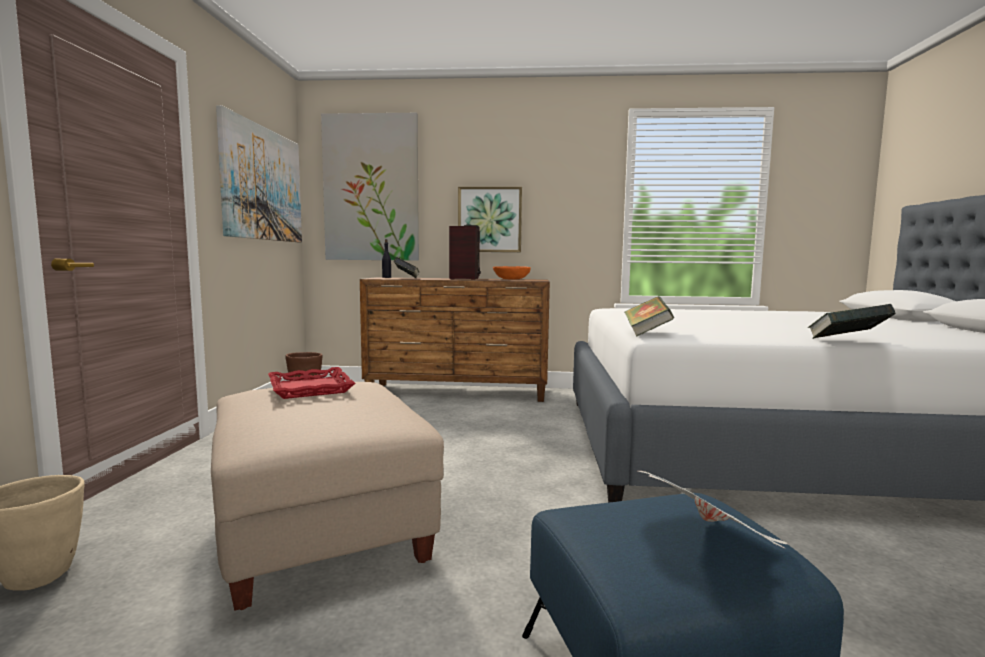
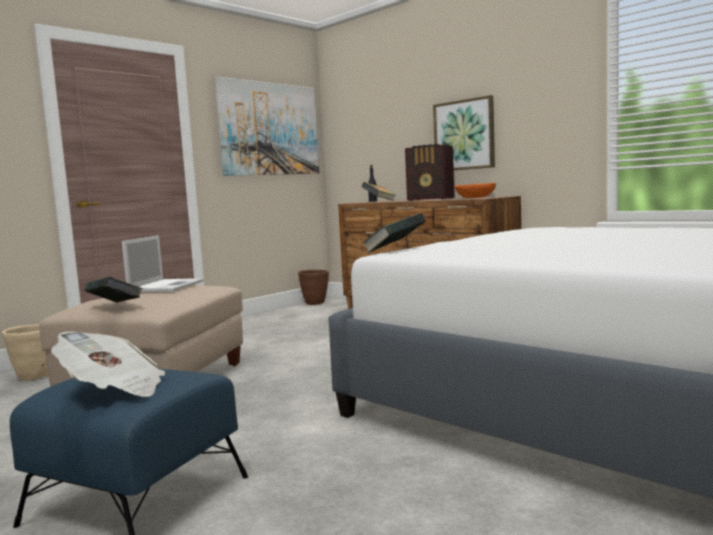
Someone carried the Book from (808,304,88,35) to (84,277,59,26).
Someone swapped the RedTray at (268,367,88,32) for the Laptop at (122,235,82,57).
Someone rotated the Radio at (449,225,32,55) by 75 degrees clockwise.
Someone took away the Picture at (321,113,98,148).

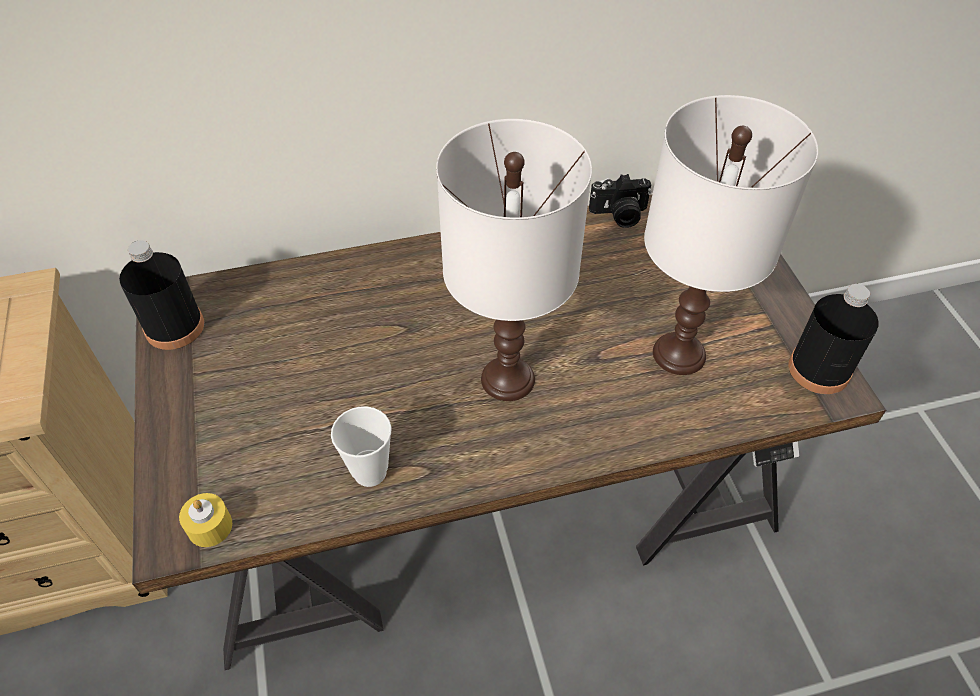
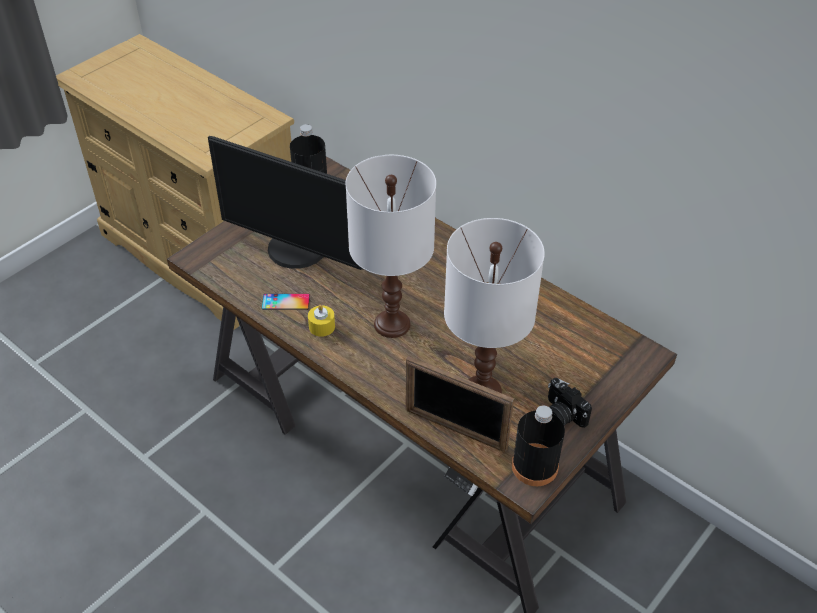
Someone put down the Monitor at (208,136,156,134).
Someone swapped the Cup at (331,406,60,81) for the Phone at (262,294,48,16).
Someone carried the YellowCandle from (179,493,53,54) to (308,305,27,32).
Someone put down the PictureFrame at (406,356,108,96).
Someone carried the PhotoCamera from (589,174,63,54) to (548,378,44,50).

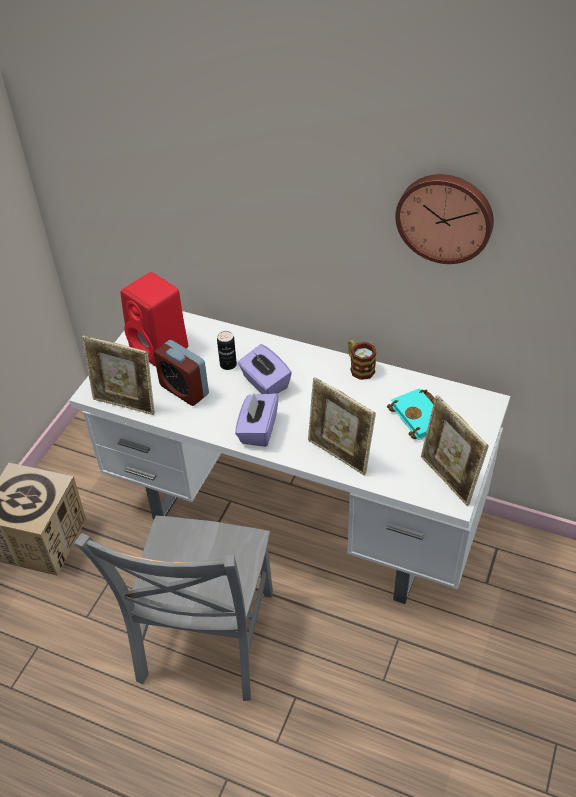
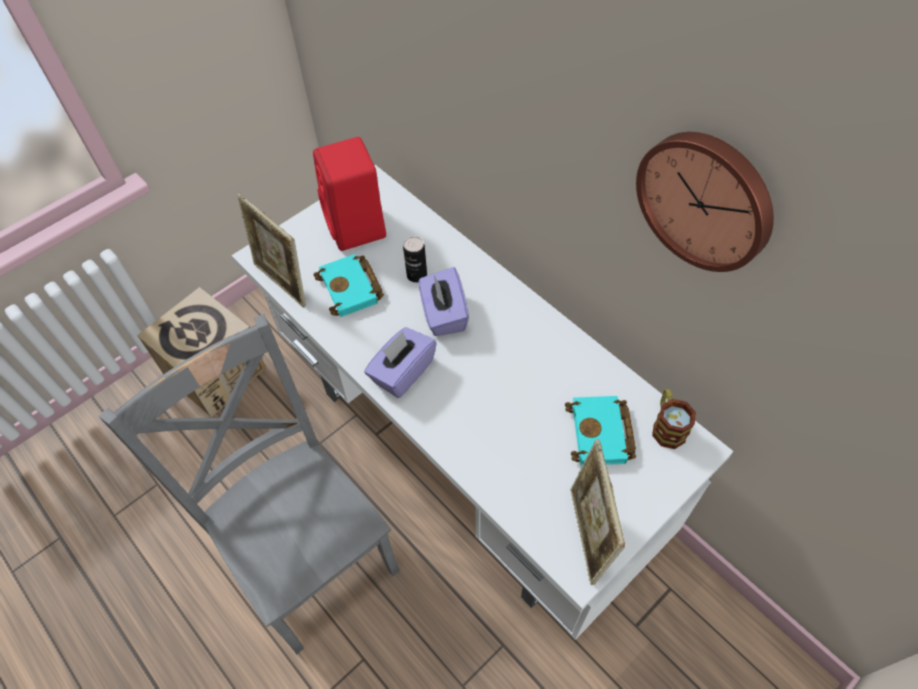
Someone rotated the GreyChair at (74,516,199,185) by 105 degrees clockwise.
Someone swapped the AlarmClock at (154,340,55,66) for the TurquoiseBook at (313,254,71,63).
Someone carried the Mug from (348,340,29,40) to (652,389,44,60).
Someone took away the PictureFrame at (308,377,68,99).

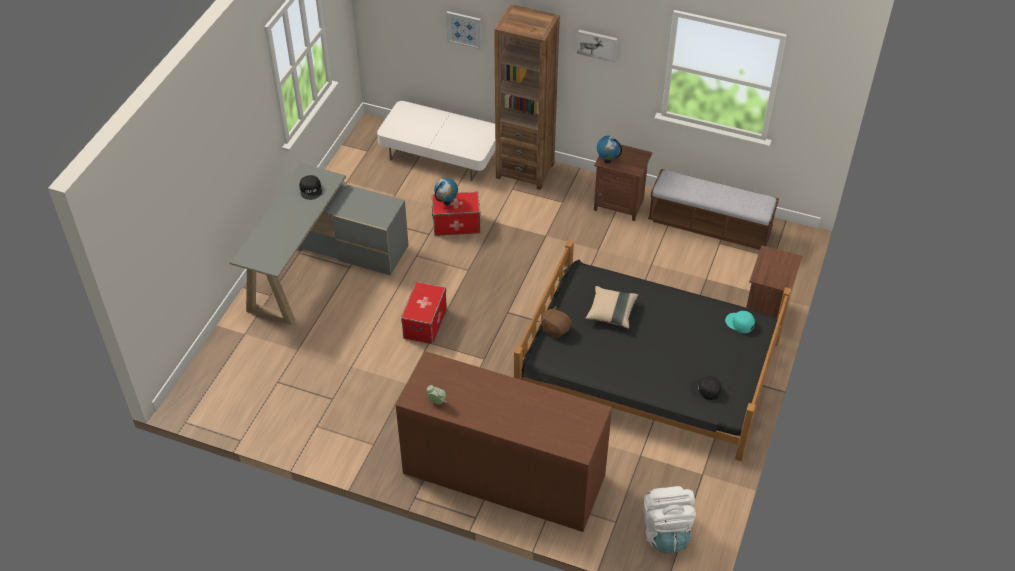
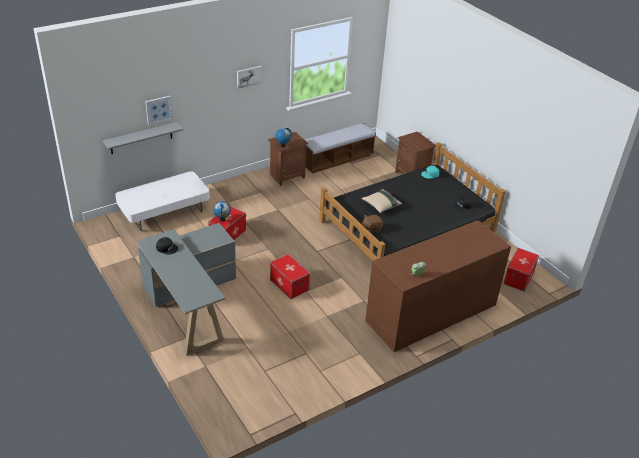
Someone put up the GreyShelf at (103,122,80,32).
Someone swapped the WhiteBackpack at (644,486,52,67) for the StorageBox at (503,248,36,43).
Someone took away the BrownBookcase at (494,4,66,186).

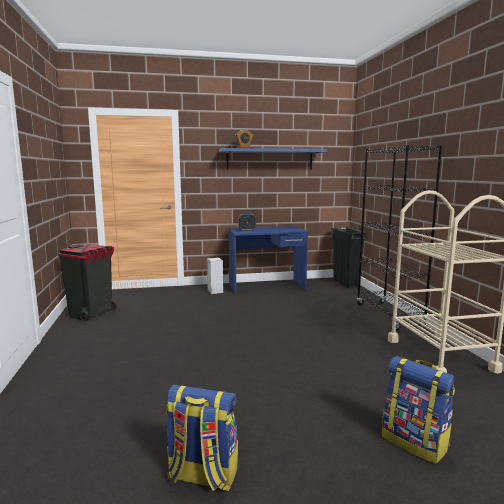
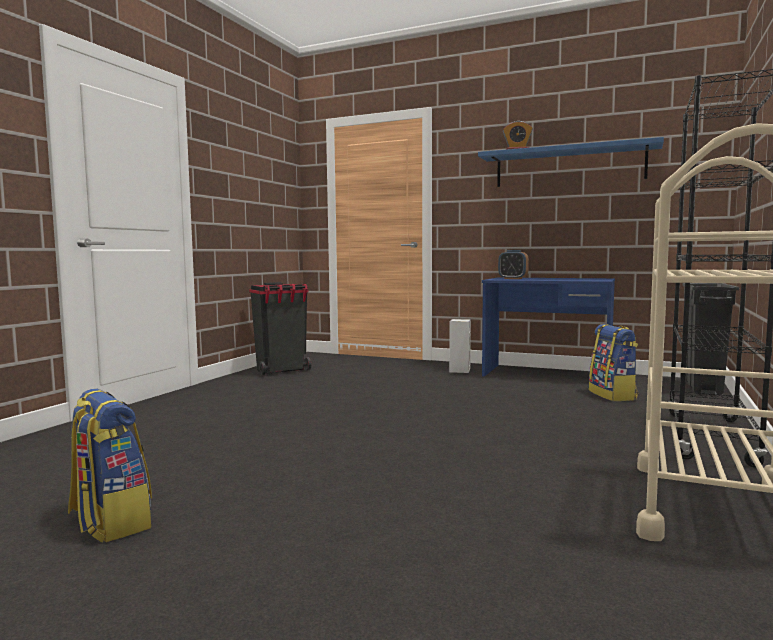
Someone carried the Backpack from (382,356,73,108) to (589,324,49,77).

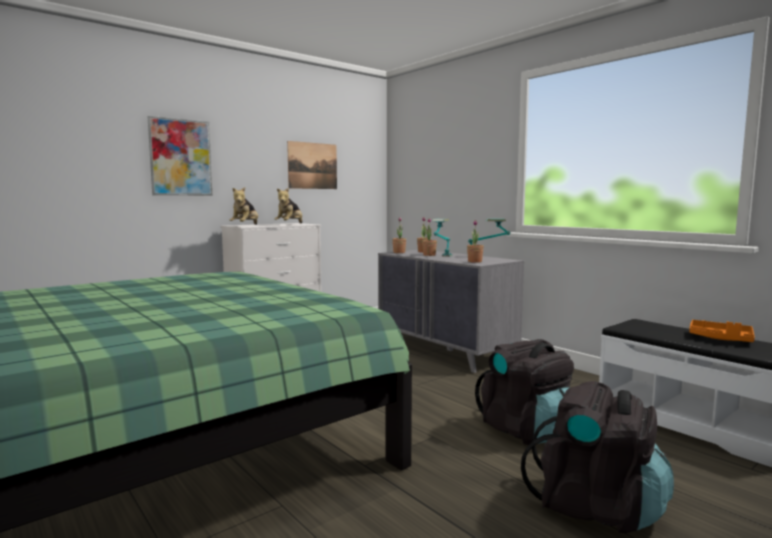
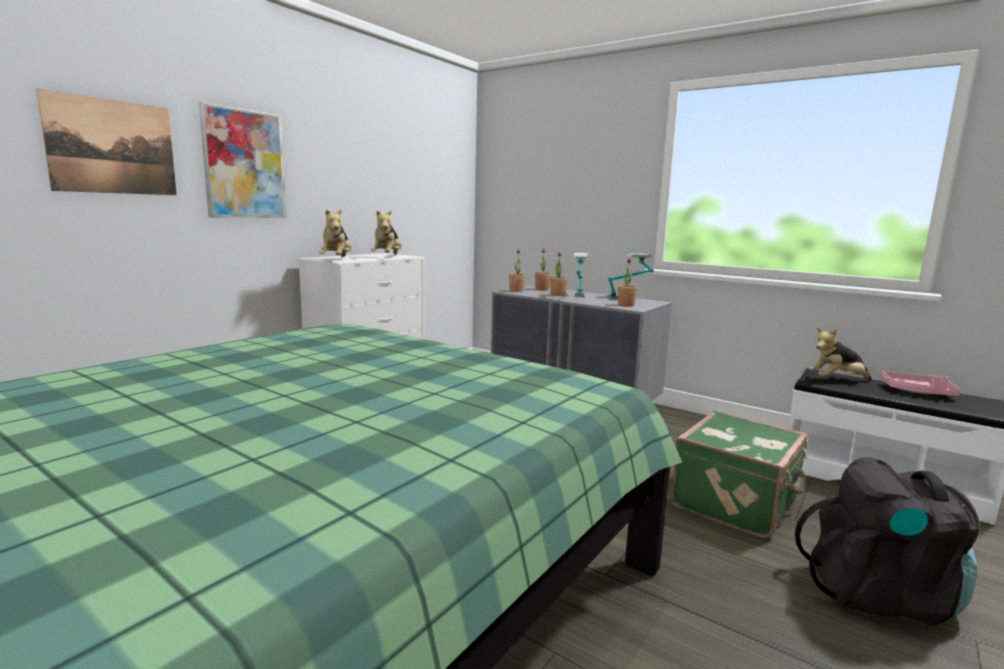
Someone carried the Picture from (287,141,50,48) to (36,89,141,106).
Someone swapped the BlackBackpack at (475,339,99,106) for the GreenSuitcase at (671,410,137,128).
Someone put down the PlushToy at (809,328,62,52).
Someone repainted the OrangeTray at (689,320,66,22), which became the PinkTray at (880,371,80,25).

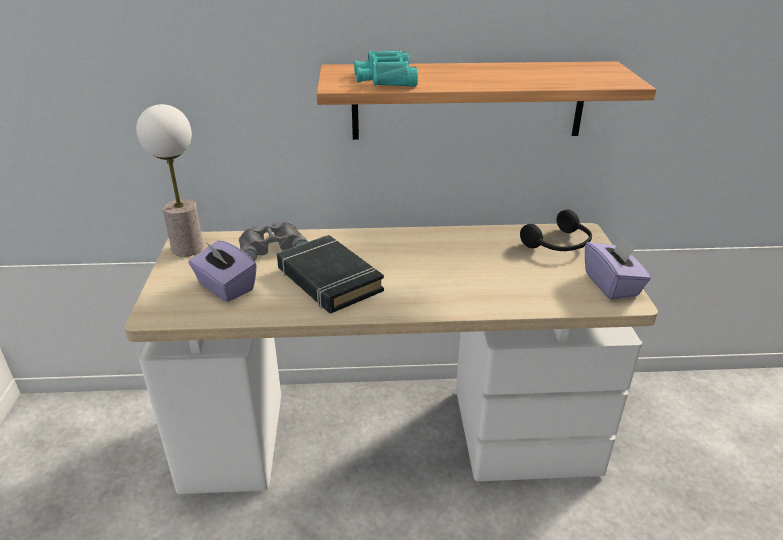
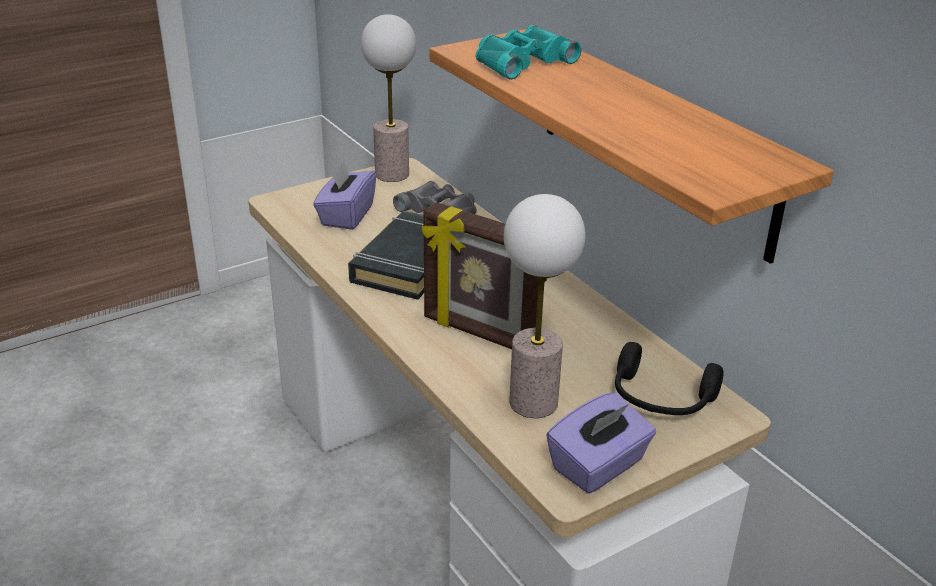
Someone put down the PictureFrame at (422,202,116,147).
Someone put down the TableLamp at (504,194,81,224).

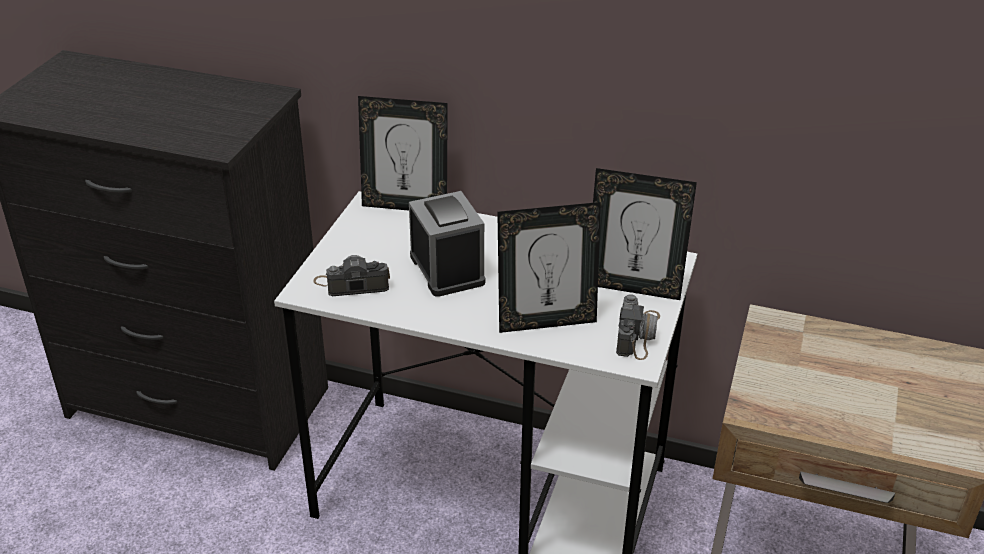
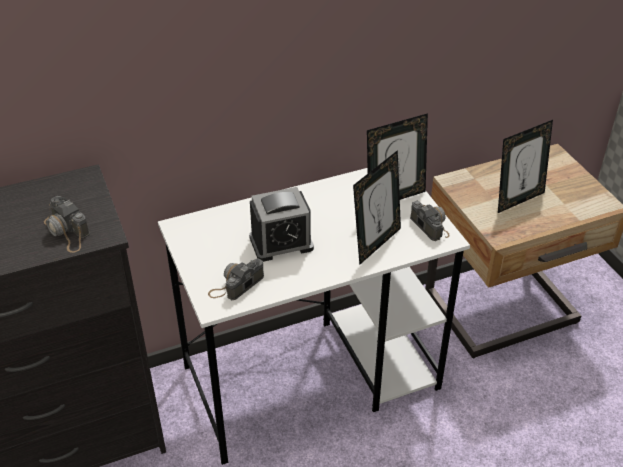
Someone put down the PhotoCamera at (44,196,46,57).
Someone rotated the AlarmClock at (409,191,76,106) by 135 degrees clockwise.
Someone carried the PictureFrame from (358,96,90,115) to (498,120,55,93).

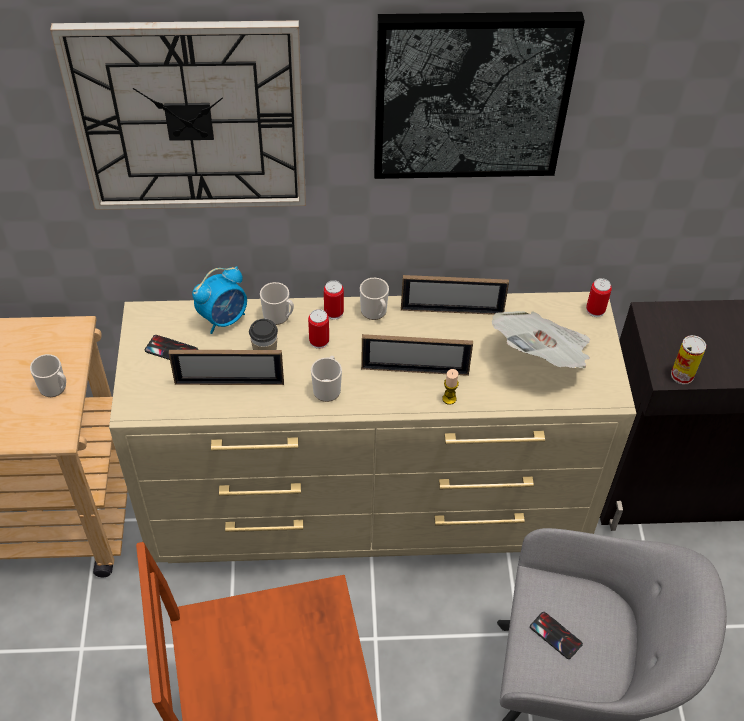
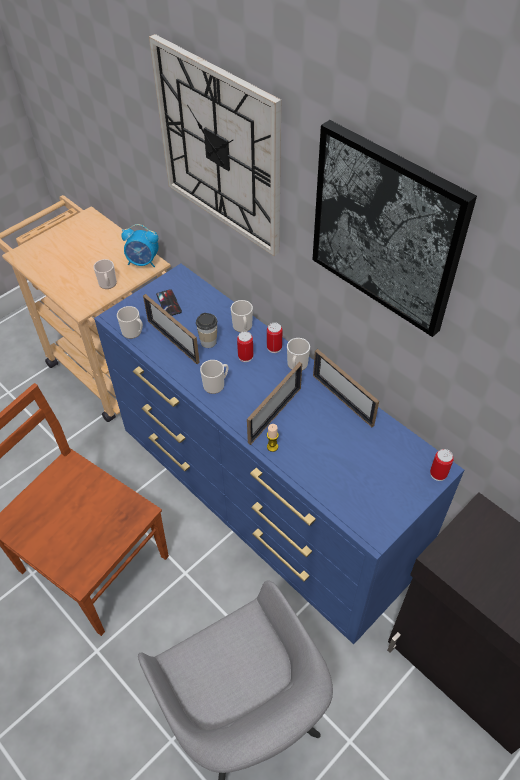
Someone repainted the BeigeDresser at (109,292,527,271), which became the BlueDresser at (94,263,370,381).
Someone put down the Mug at (117,306,26,33).
Someone carried the AlarmClock from (192,266,55,68) to (121,224,38,43).
Someone rotated the PictureFrame at (361,334,112,42) by 105 degrees counterclockwise.
Someone took away the Newspaper at (492,311,98,57).
Someone took away the Phone at (530,612,53,47).
Someone took away the Can at (671,335,35,50).

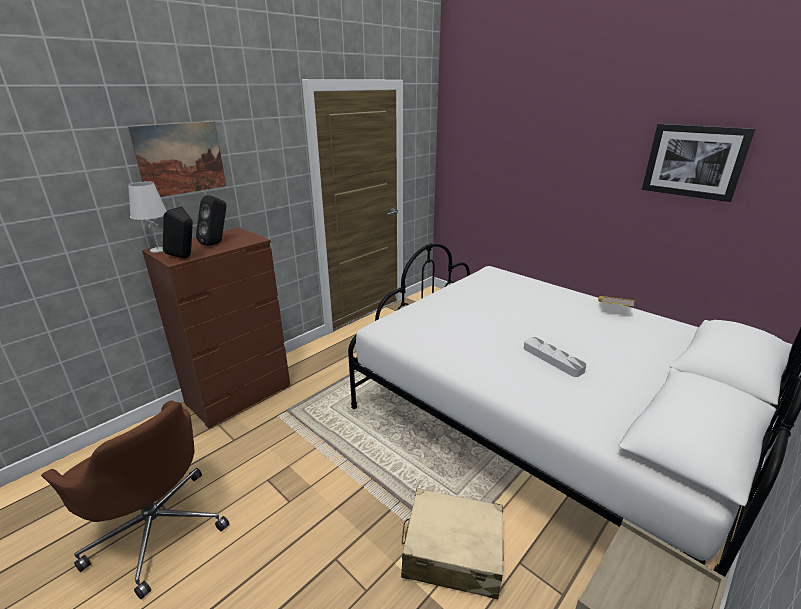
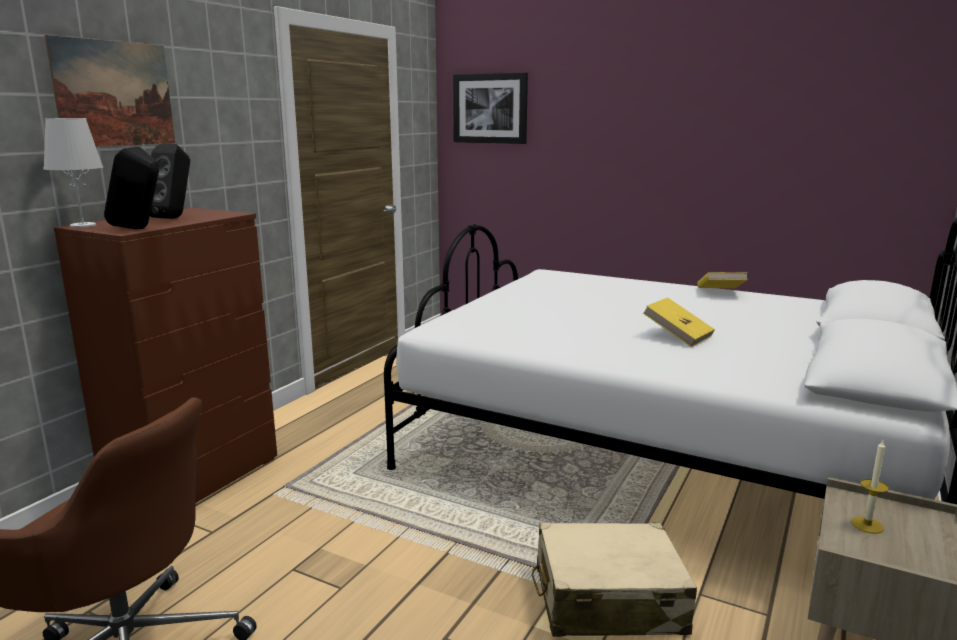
Someone carried the Picture from (642,124,113,78) to (453,72,75,72).
Someone swapped the GreyTray at (524,337,63,40) for the YellowBook at (643,297,72,50).
Someone put down the Candle at (851,440,38,94).

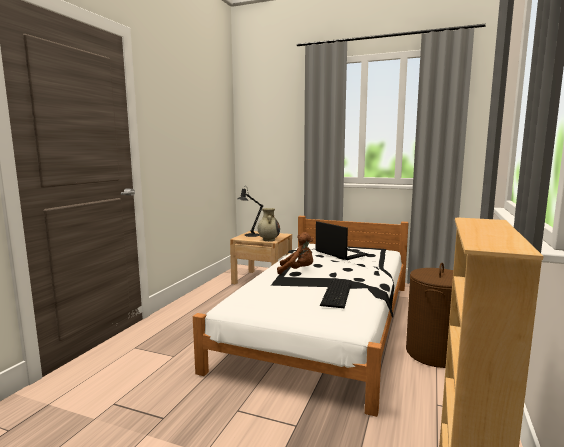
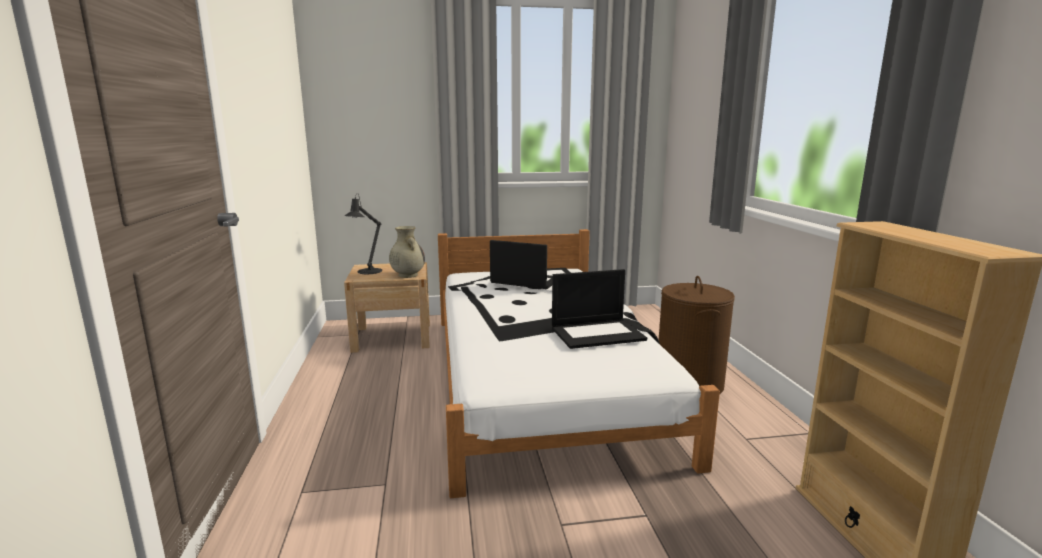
Someone swapped the Keyboard at (320,279,32,29) for the Laptop at (552,269,95,80).
Someone took away the BrownPlushToy at (277,232,36,42).

